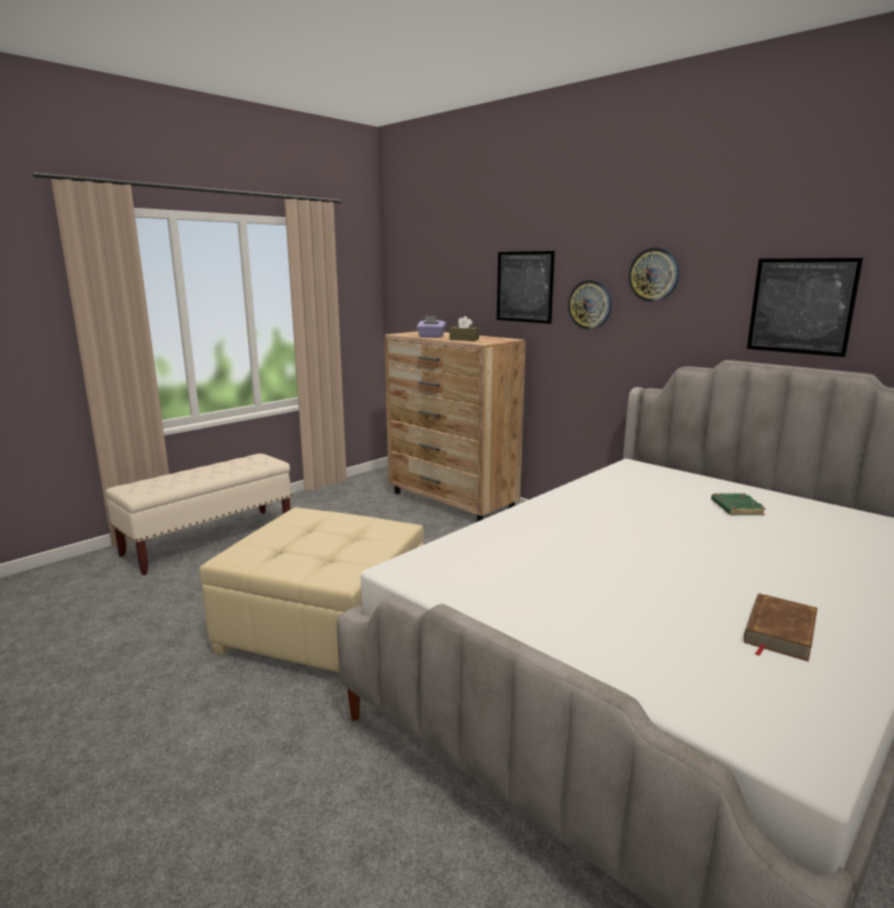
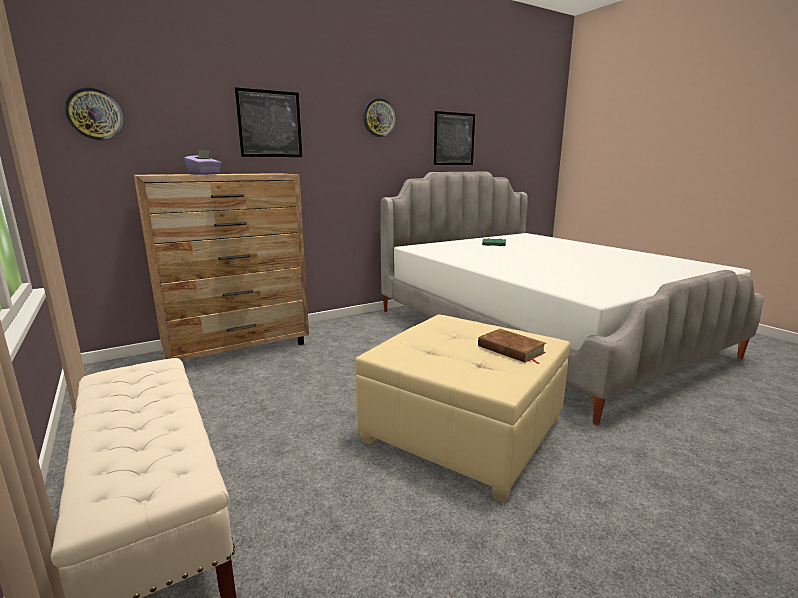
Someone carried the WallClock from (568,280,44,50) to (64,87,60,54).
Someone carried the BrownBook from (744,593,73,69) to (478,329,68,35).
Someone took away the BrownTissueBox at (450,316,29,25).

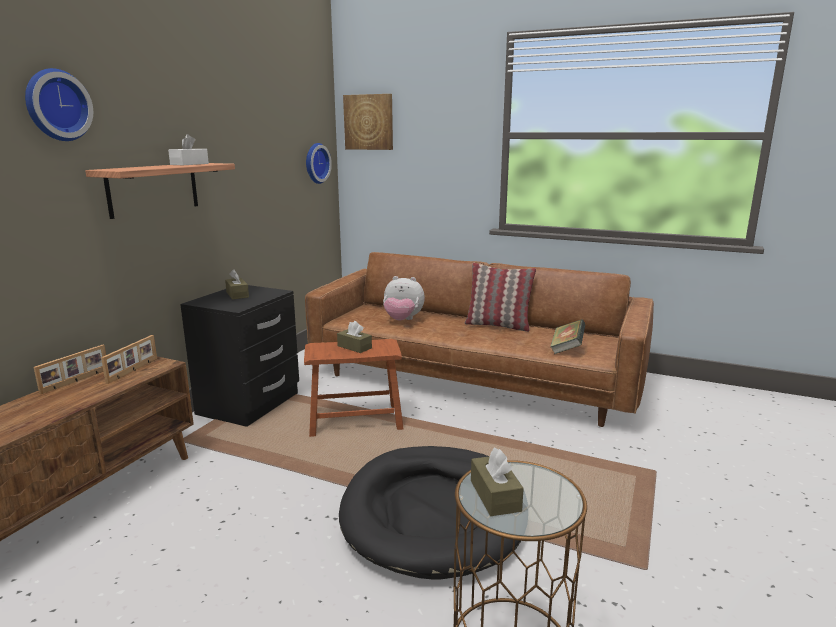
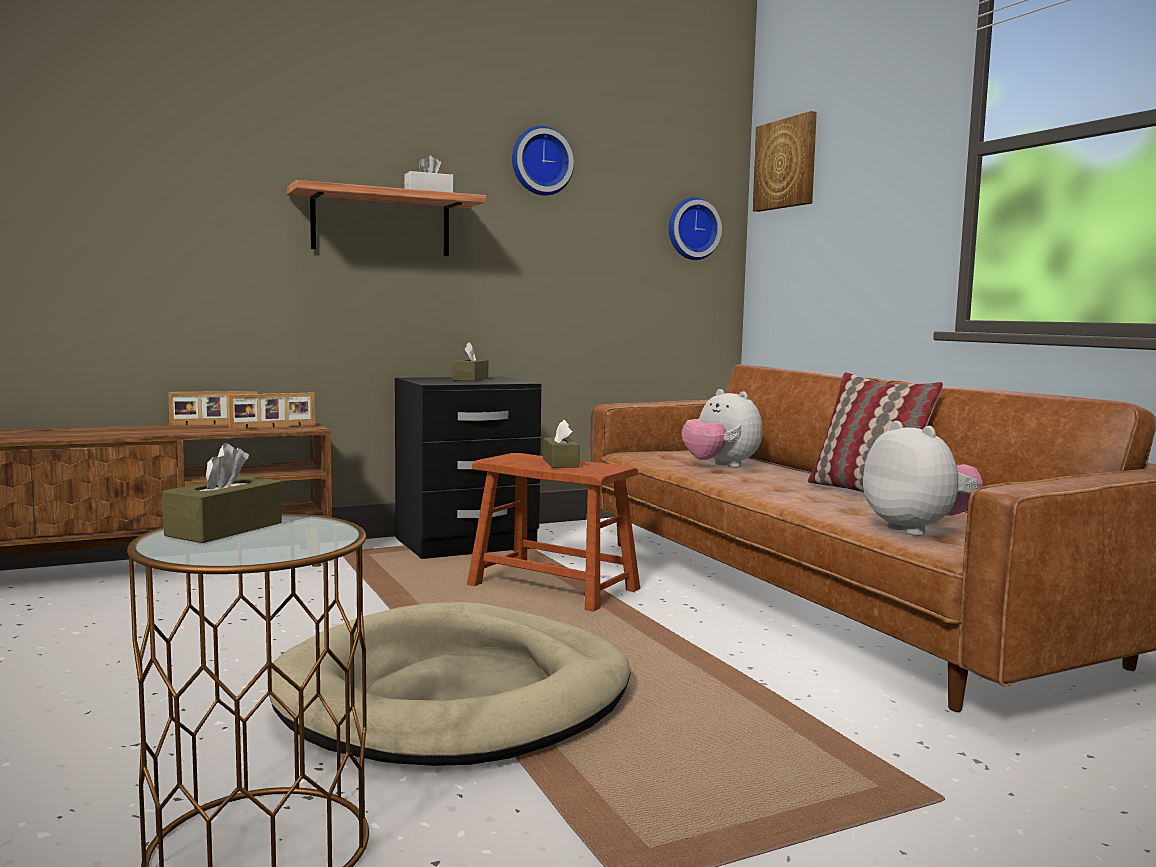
Someone repainted the BlackDogBed at (339,446,182,133), which became the BeigeDogBed at (267,602,363,164).
Someone carried the WallClock from (25,68,68,73) to (512,126,62,70).
Someone swapped the Book at (550,319,35,35) for the PlushToy at (863,421,120,115).

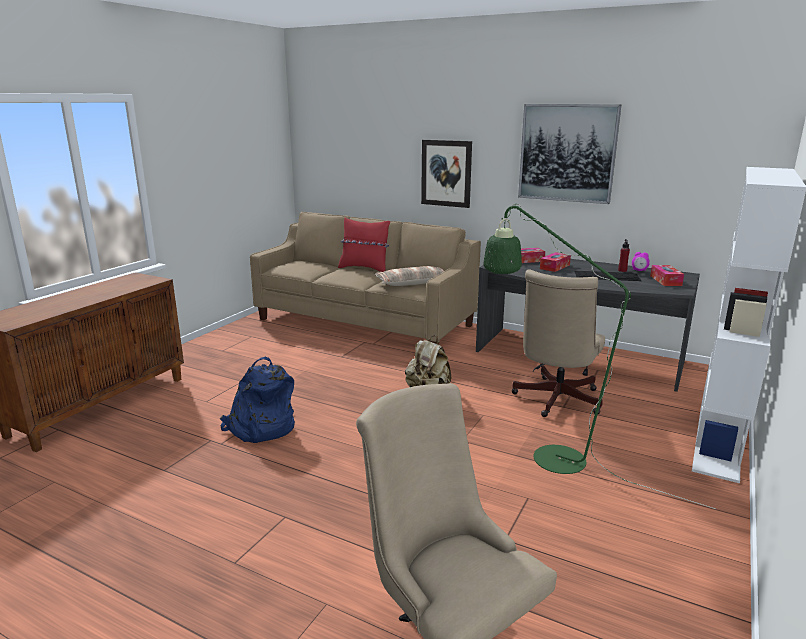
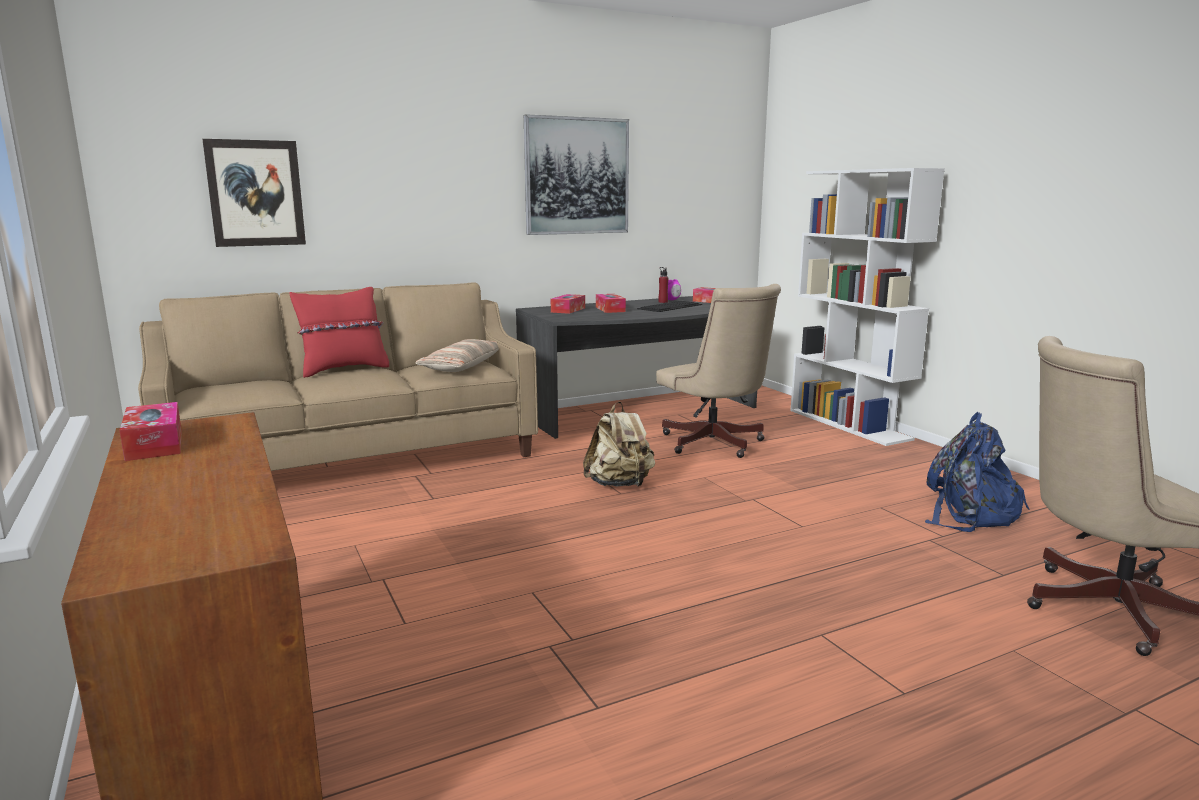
Someone put down the TissueBox at (120,402,62,59).
Someone carried the Picture from (421,140,51,68) to (202,139,104,108).
Someone carried the BlueBackpack from (220,357,75,86) to (925,412,105,120).
Someone took away the GreenFloorLamp at (484,204,232,305).

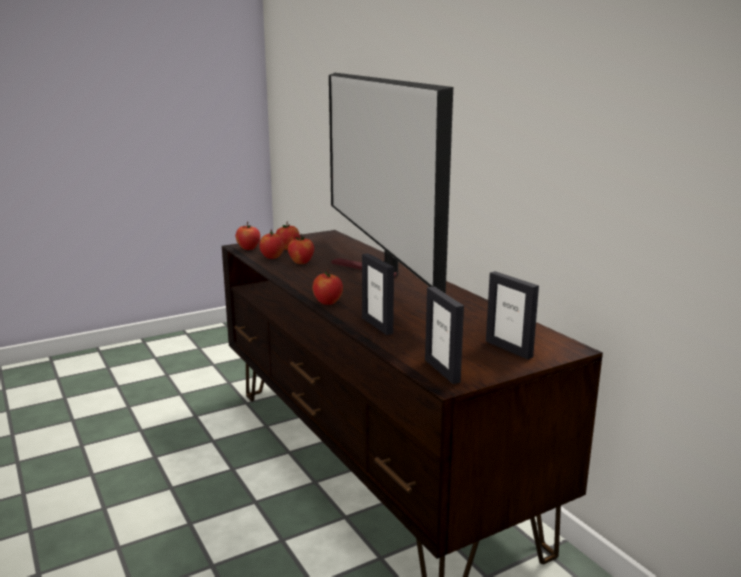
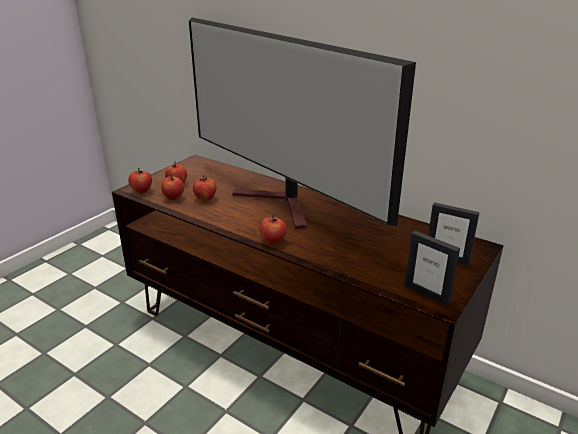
Someone took away the PictureFrame at (362,253,32,82).

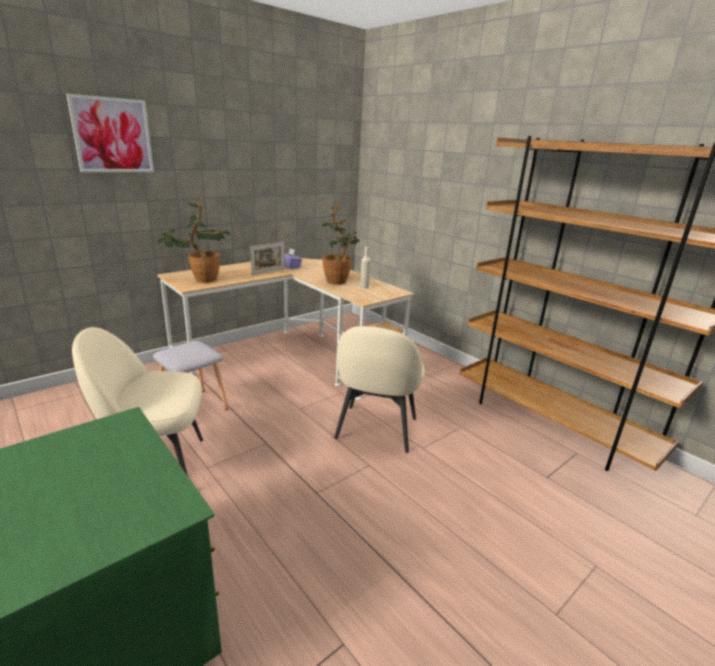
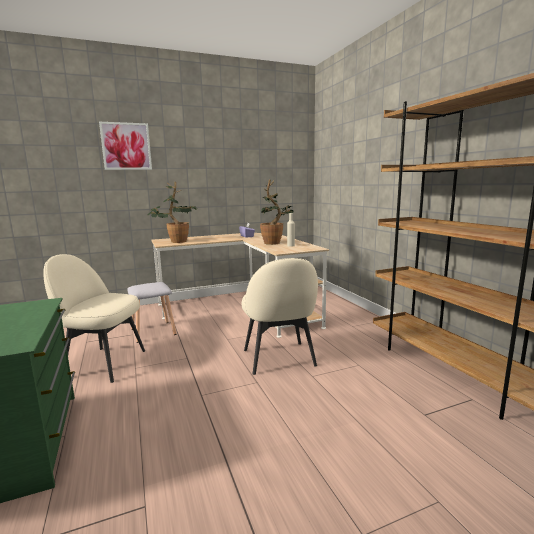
Someone rotated the BeigeChair at (334,326,91,127) by 45 degrees counterclockwise.
Someone took away the PictureFrame at (250,241,34,35).

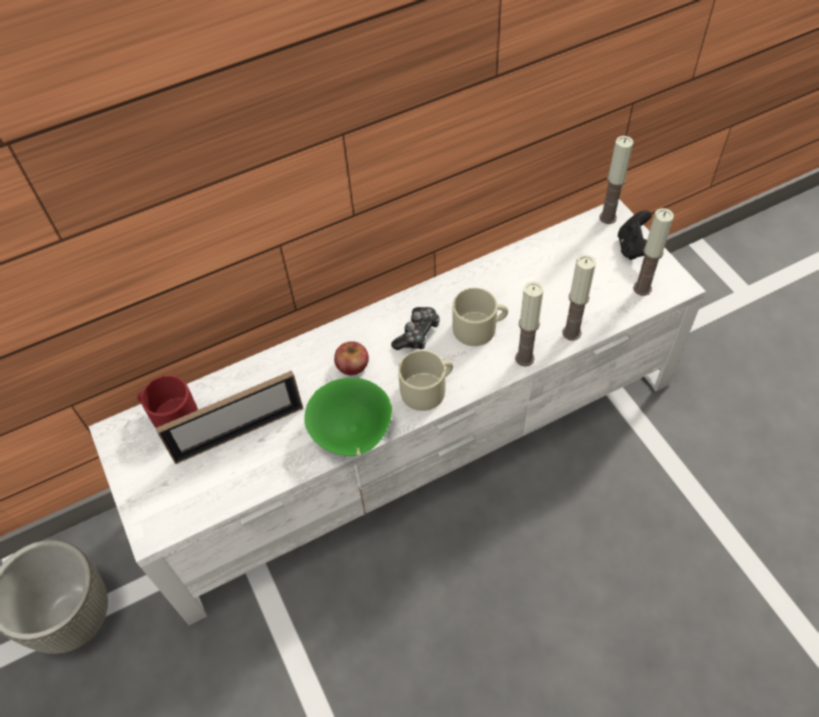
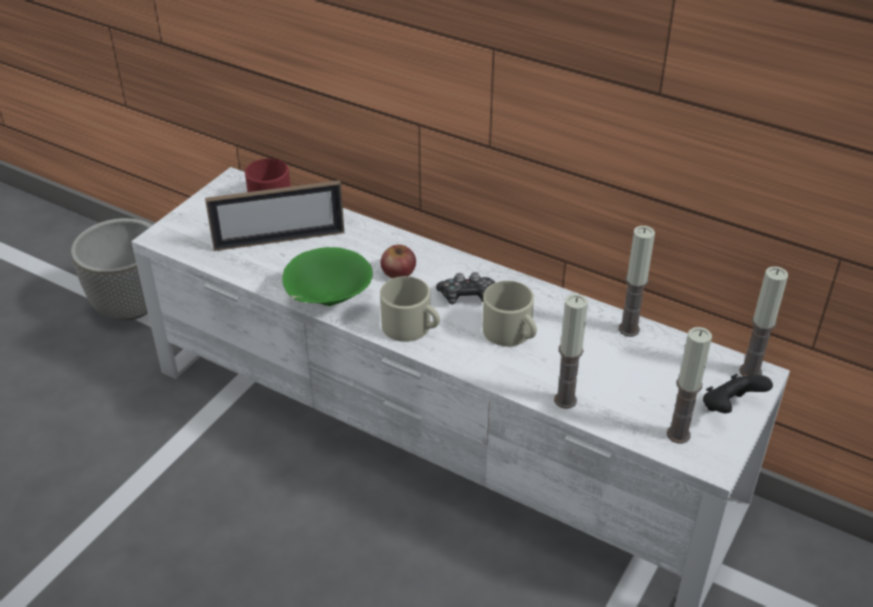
Someone rotated the PictureFrame at (156,370,147,94) by 45 degrees counterclockwise.
Someone carried the Candle from (515,281,29,86) to (619,226,36,111).

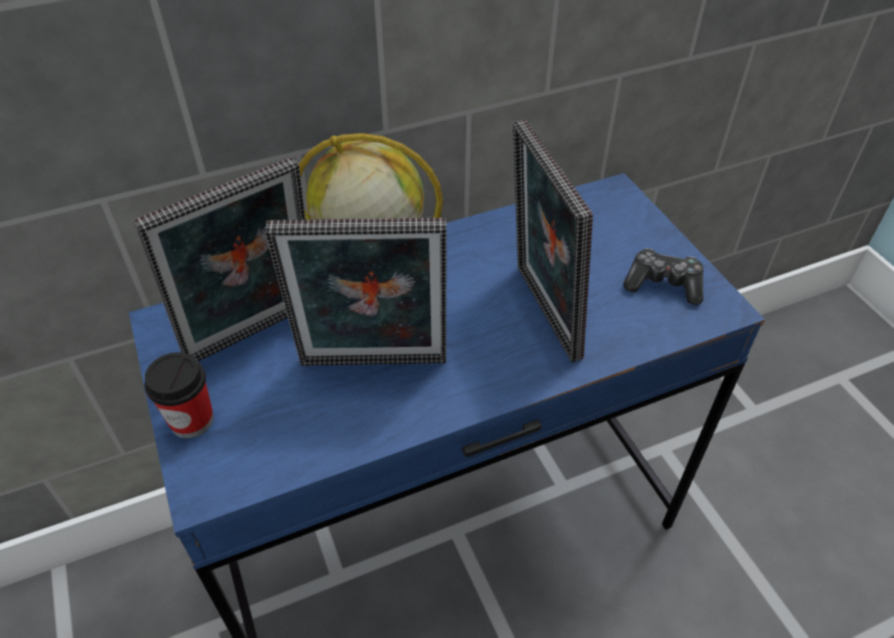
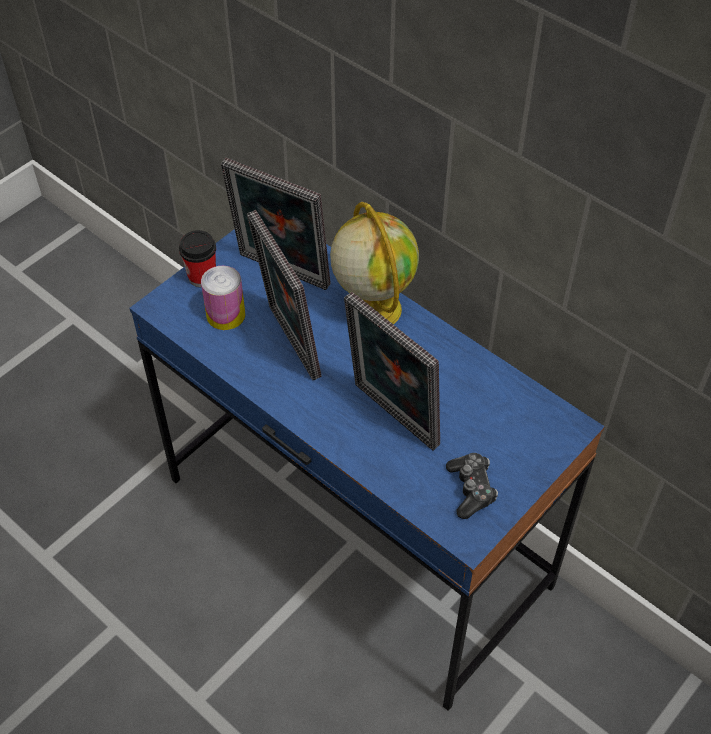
Someone put down the Can at (201,266,44,64).
Someone rotated the PictureFrame at (513,119,80,243) by 90 degrees counterclockwise.

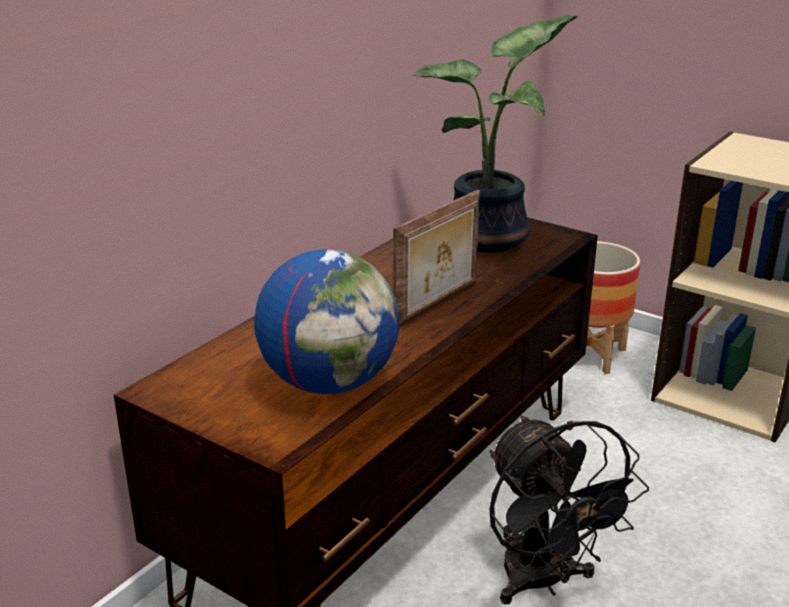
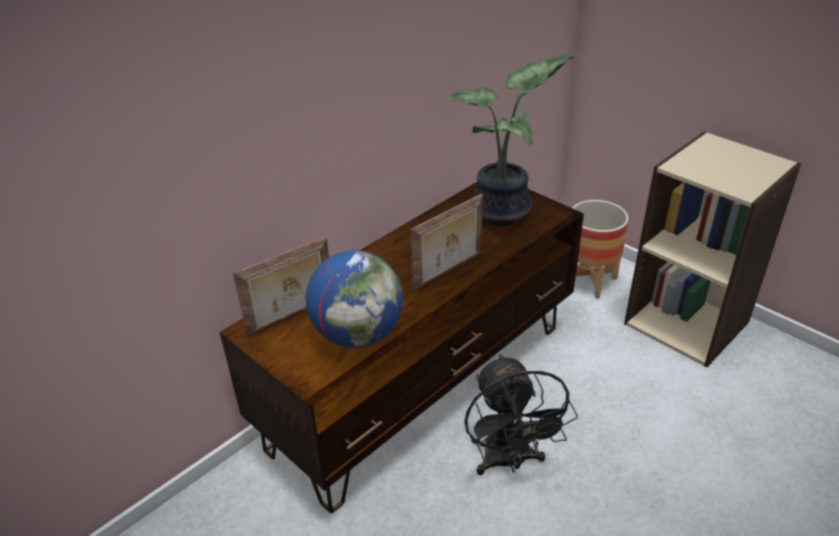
Someone put down the PictureFrame at (233,236,96,101).

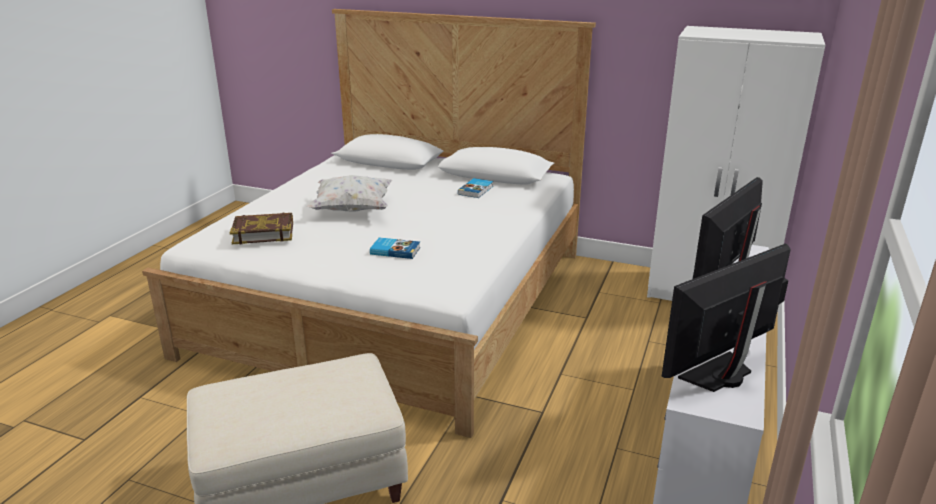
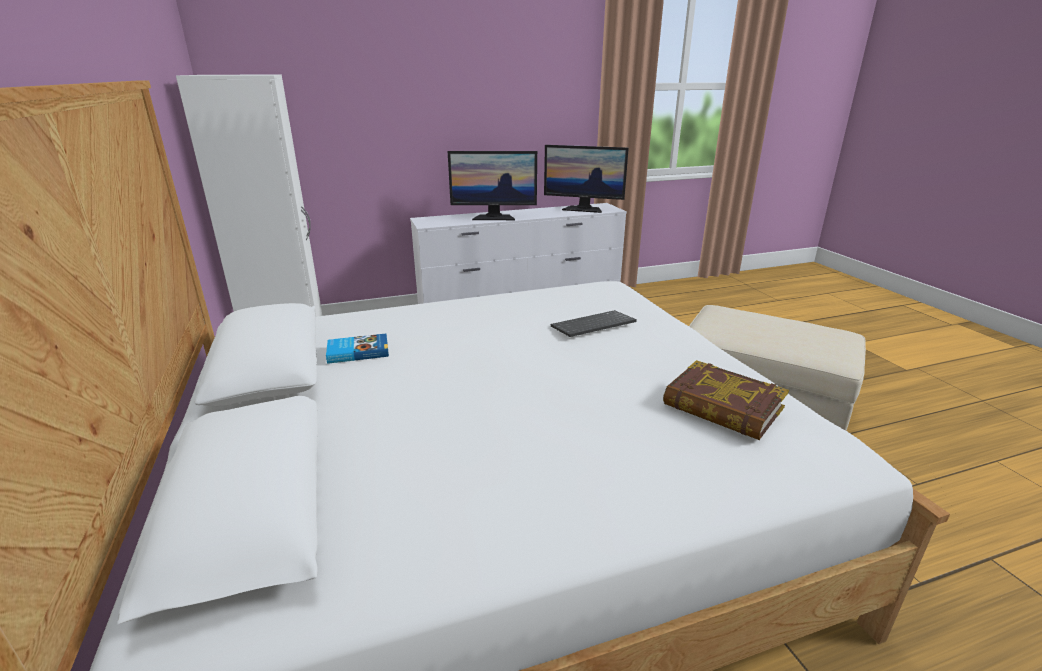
Someone swapped the Book at (370,237,50,22) for the Keyboard at (551,310,86,27).
Someone took away the WhitePillow at (307,175,85,36).

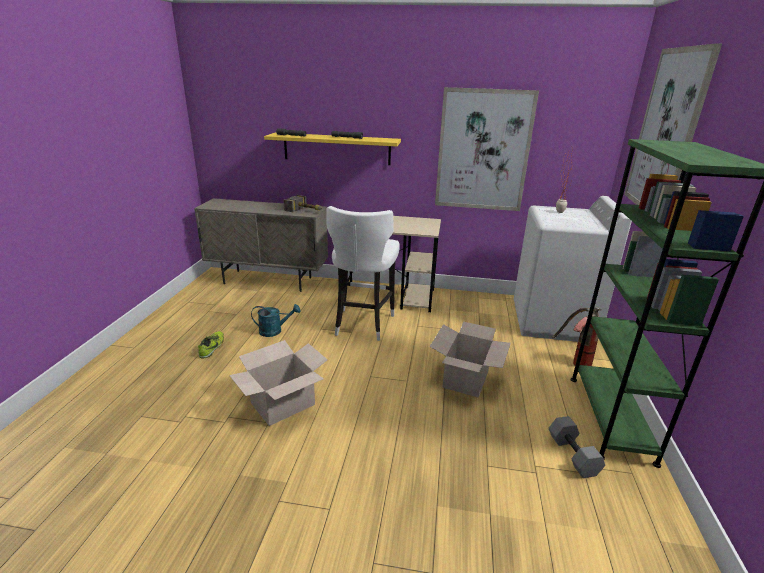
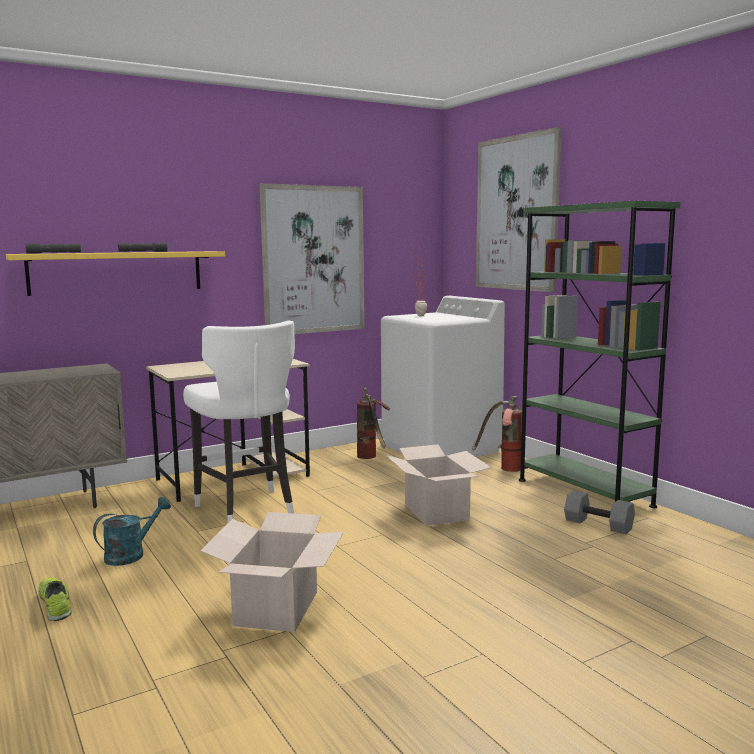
Someone put down the FireExtinguisher at (357,387,33,72).
Someone took away the Hammer at (283,195,40,17).

